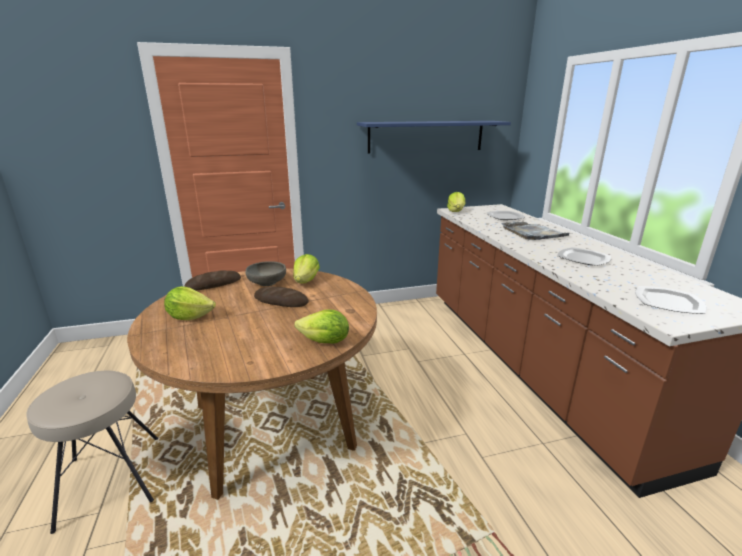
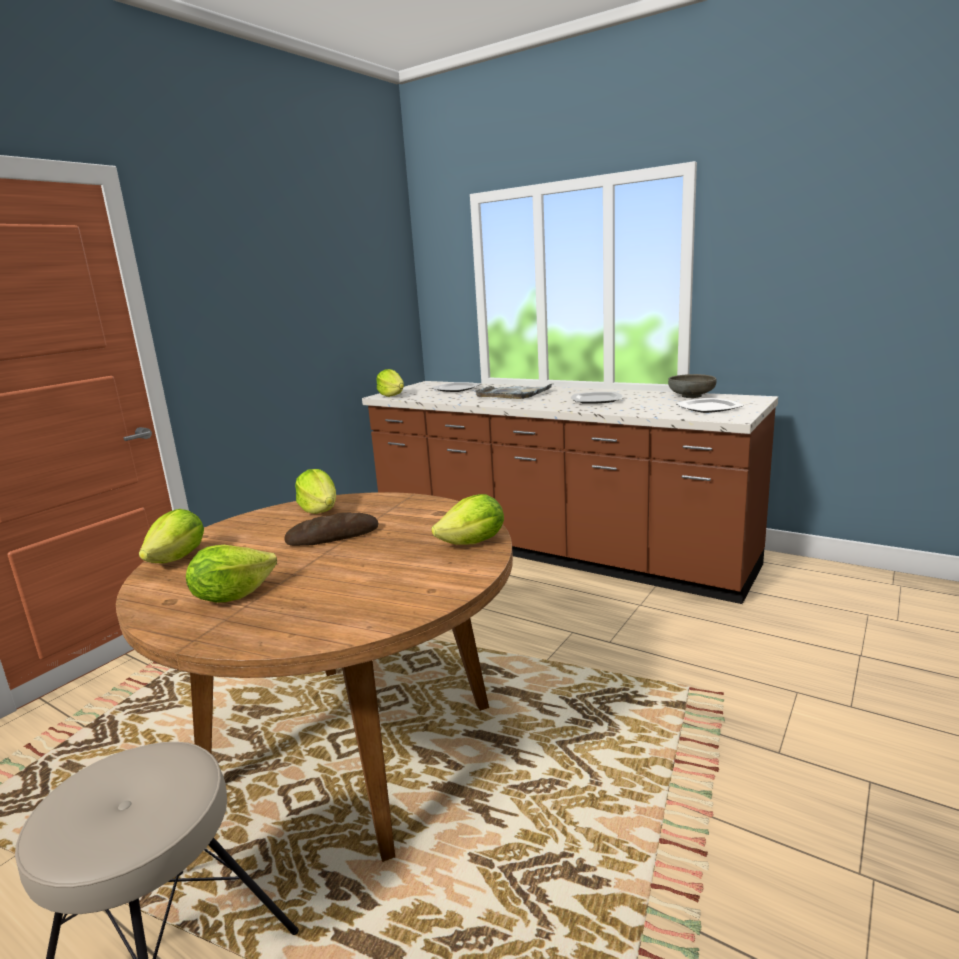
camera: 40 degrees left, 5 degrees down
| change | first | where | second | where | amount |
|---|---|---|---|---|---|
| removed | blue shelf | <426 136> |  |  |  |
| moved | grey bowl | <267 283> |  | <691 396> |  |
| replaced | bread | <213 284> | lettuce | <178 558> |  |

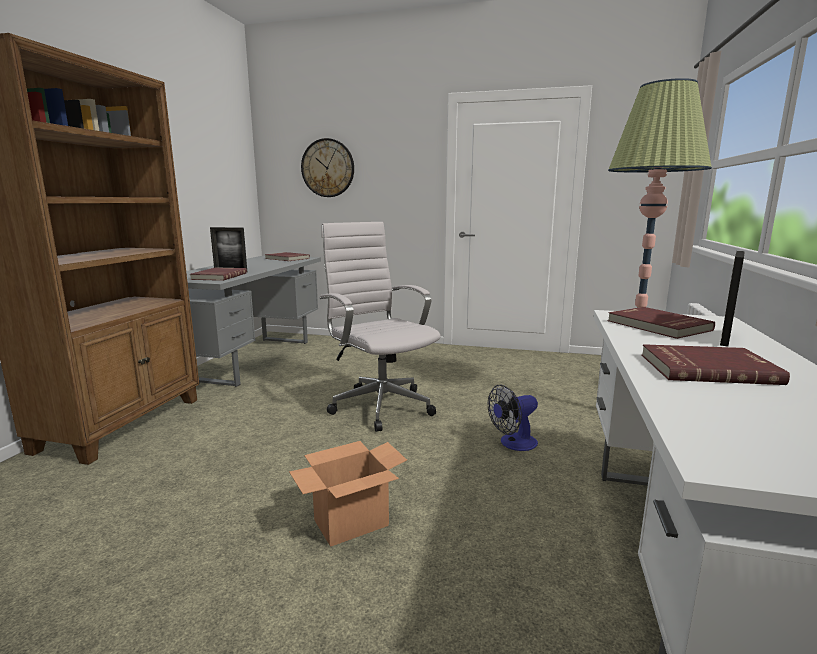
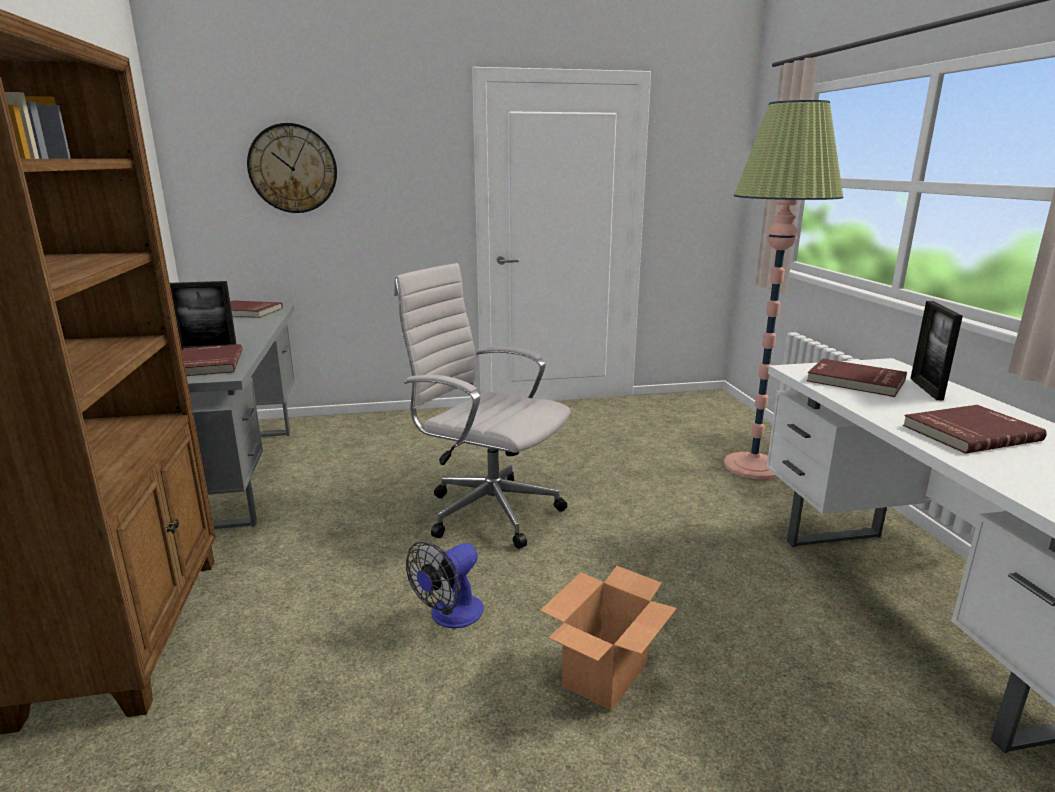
camera: 25 degrees left, 5 degrees up
| change | first | where | second | where | amount |
|---|---|---|---|---|---|
| moved | fan | <513 443> |  | <450 616> |  |

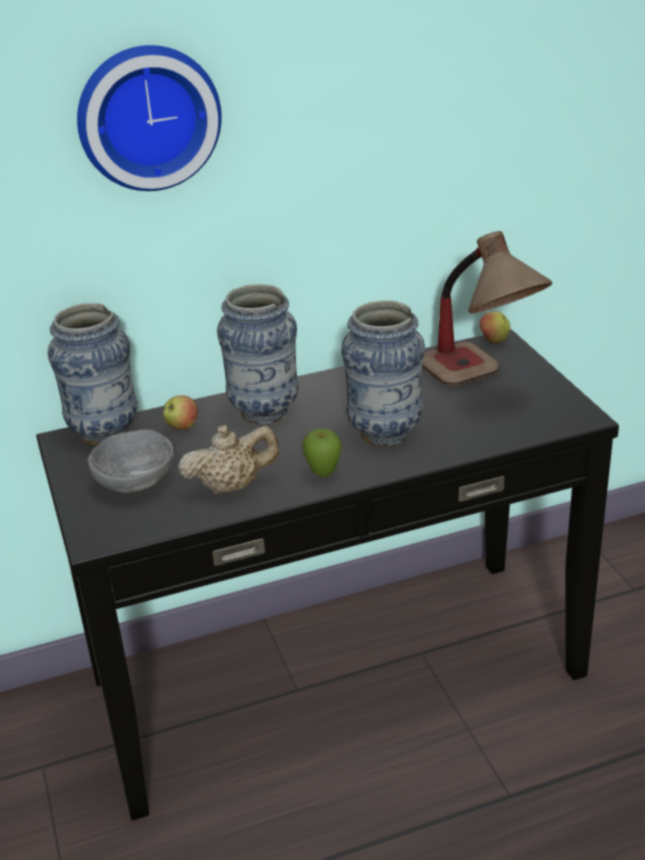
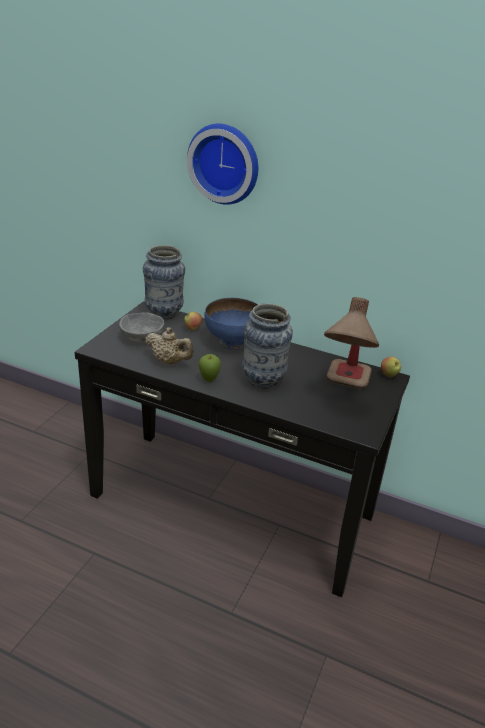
camera: 40 degrees right, 0 degrees up
| change | first | where | second | where | amount |
|---|---|---|---|---|---|
| replaced | vase | <264 412> | blue bowl | <232 342> |  |

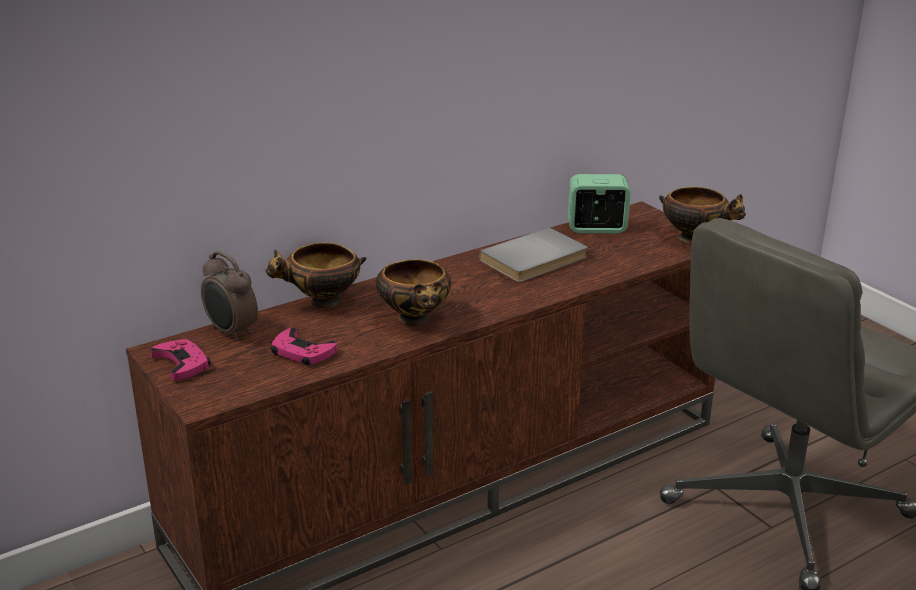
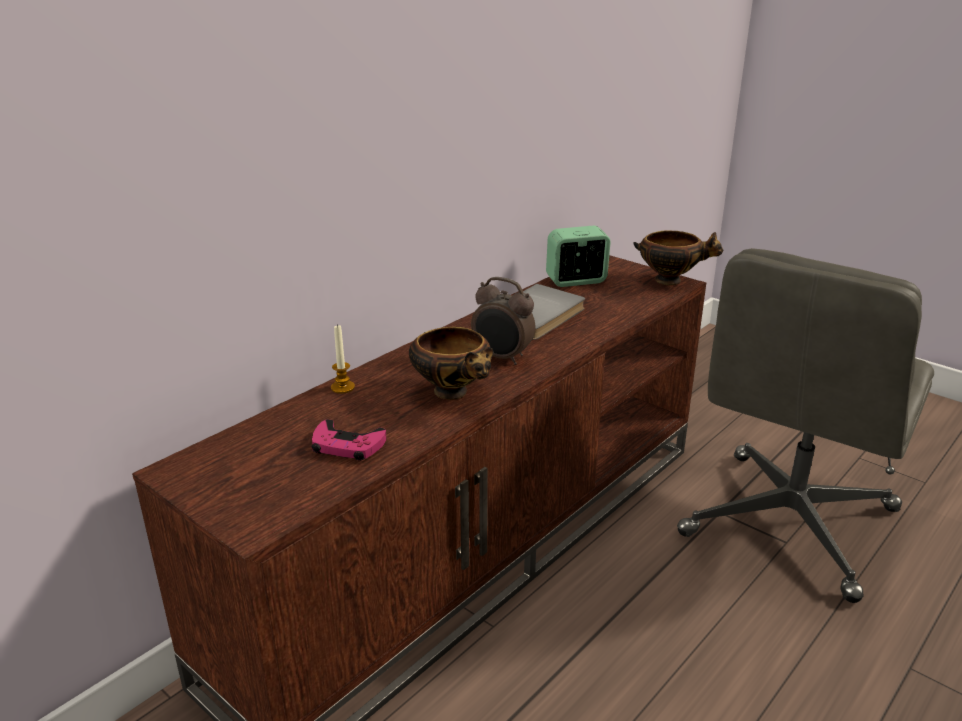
camera: 15 degrees left, 0 degrees up
| change | first | where | second | where | amount |
|---|---|---|---|---|---|
| removed | pink game controller | <182 364> |  |  |  |
| moved | alarm clock | <231 332> |  | <502 358> |  |
| replaced | bowl | <322 303> | candle | <343 387> |  |

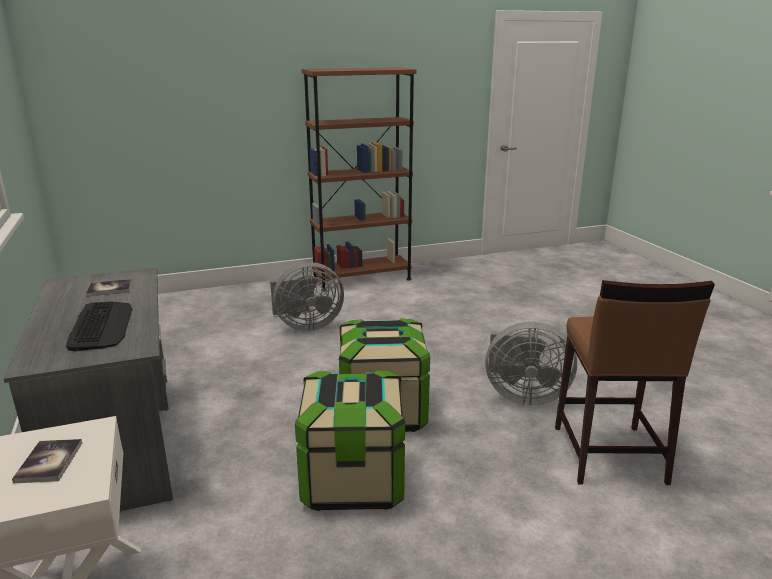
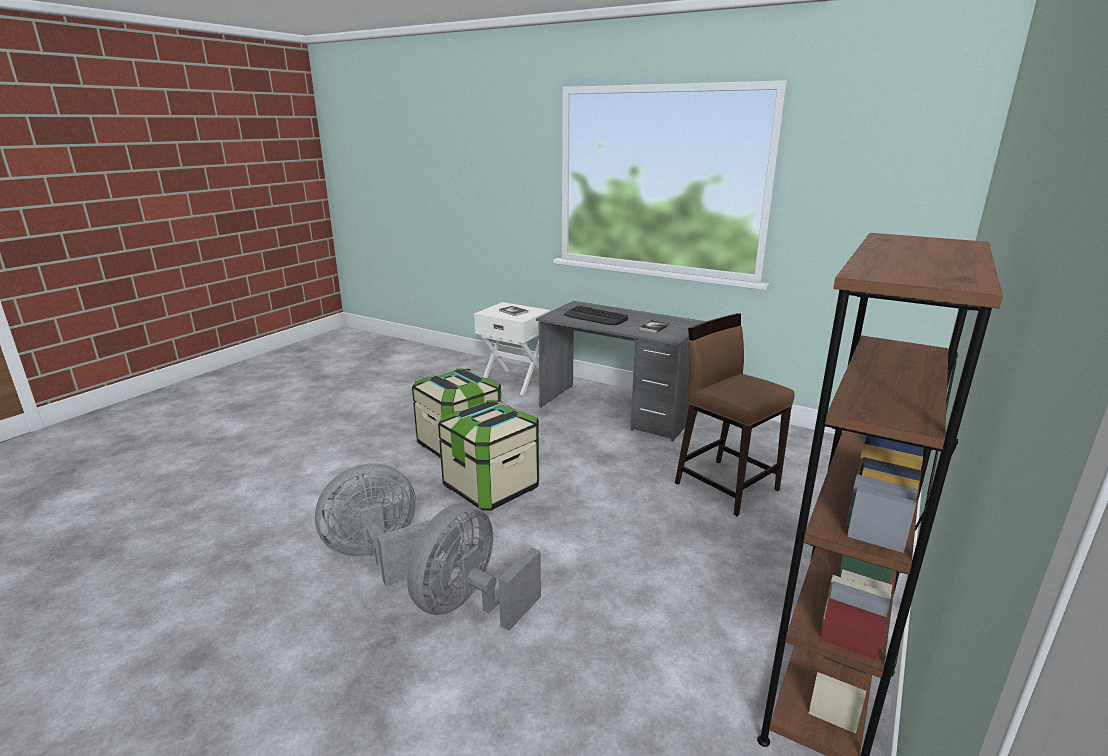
camera: 140 degrees right, 0 degrees up
| change | first | where | second | where | amount |
|---|---|---|---|---|---|
| moved | grey fan | <306 325> |  | <469 605> |  |
| moved | brown stool | <607 455> |  | <726 485> |  |

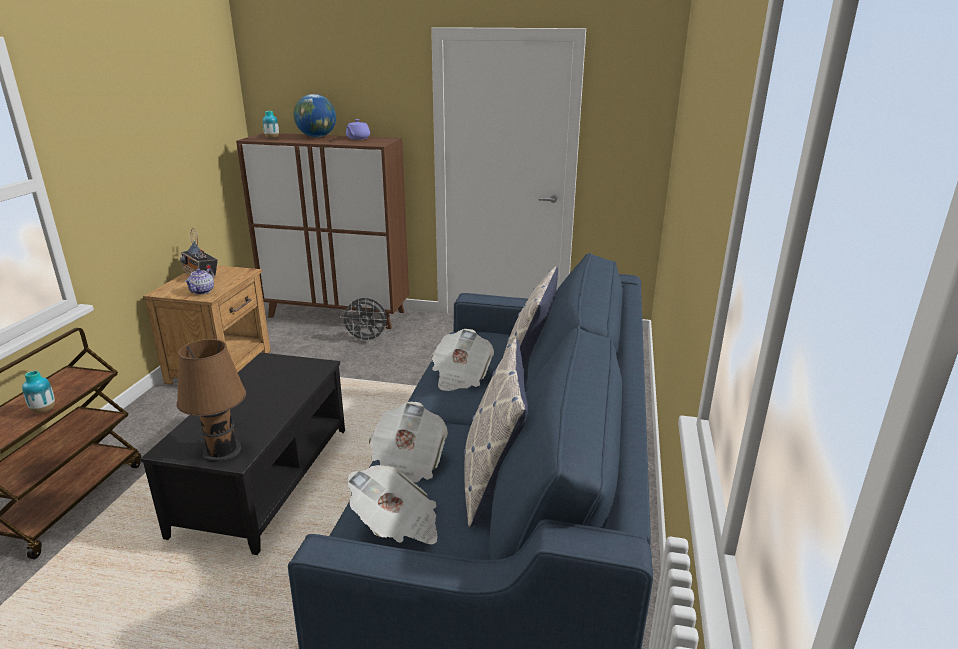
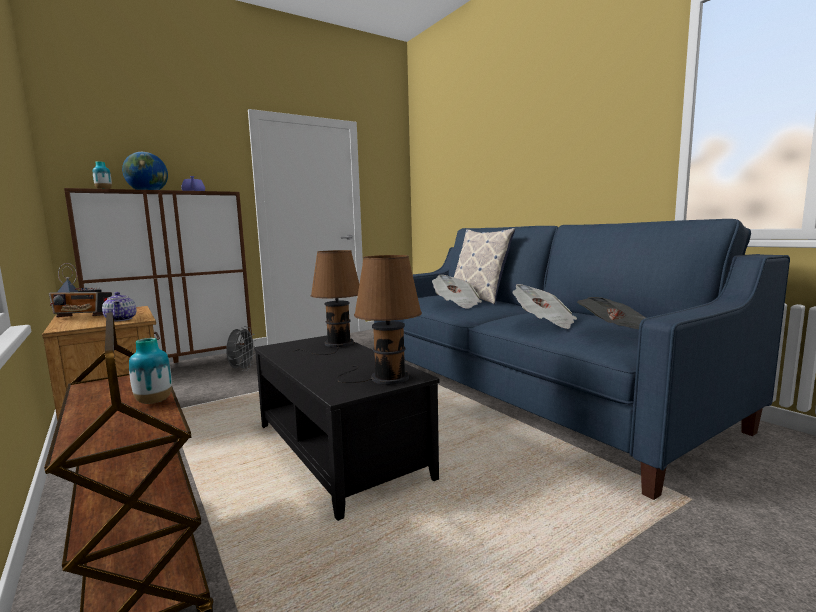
camera: 45 degrees left, 15 degrees down
| change | first | where | second | where | amount |
|---|---|---|---|---|---|
| removed | pillow | <492 481> |  |  |  |
| added |  |  | brown table lamp | <336 344> |  |
| turned | grey fan | <367 340> |  | <242 370> | 45 degrees counterclockwise |

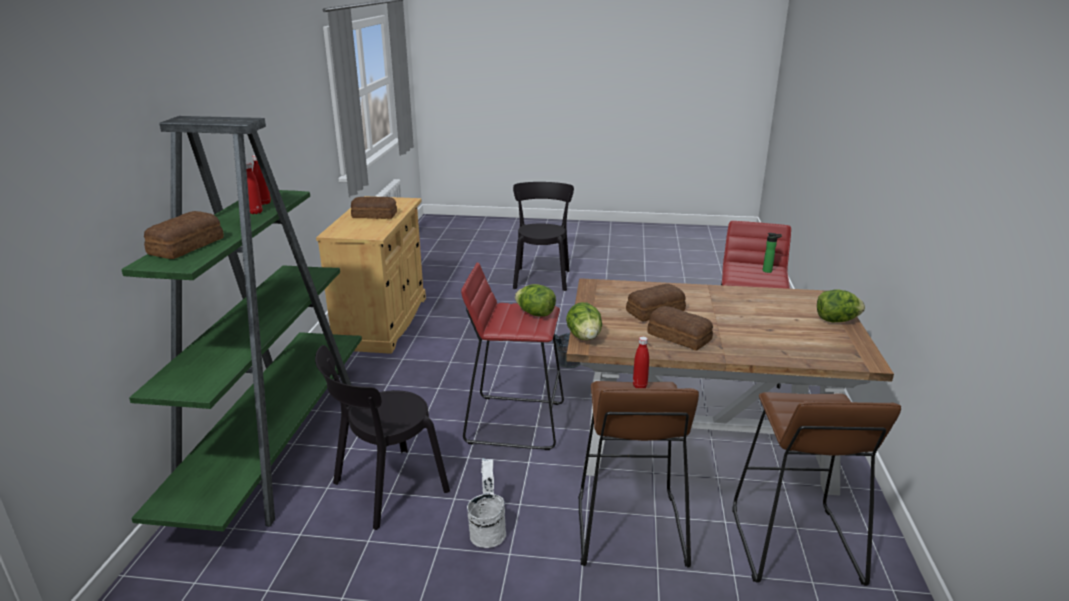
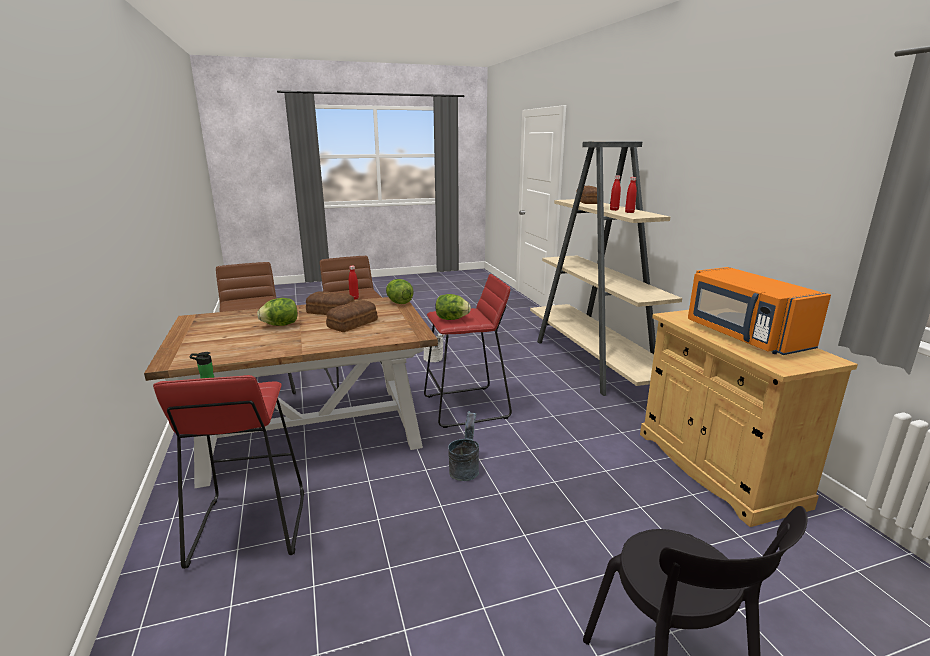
camera: 155 degrees right, 5 degrees down
| change | first | where | second | where | amount |
|---|---|---|---|---|---|
| removed | black chair | <385 489> |  |  |  |
| moved | lettuce | <836 320> |  | <280 325> |  |
| replaced | bread | <374 215> | orange microwave | <743 336> |  |
| recoloured | green bookcase | <275 446> | beige bookcase | <594 363> |  |

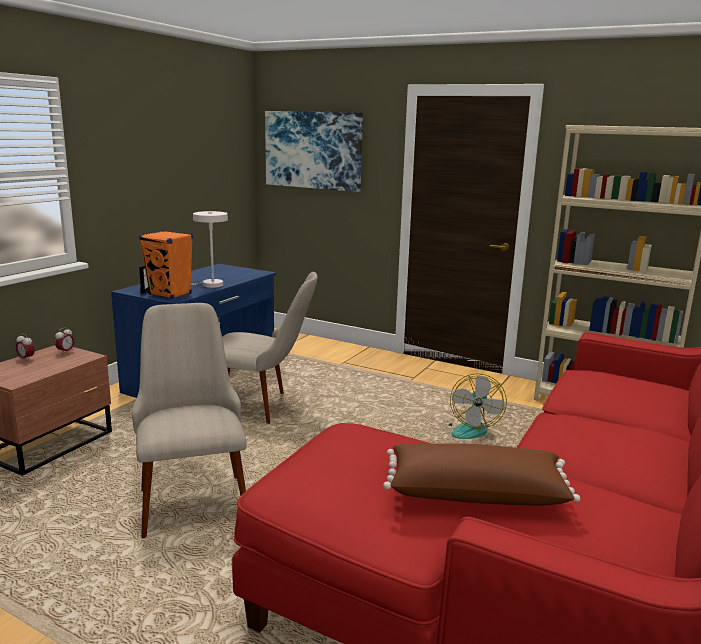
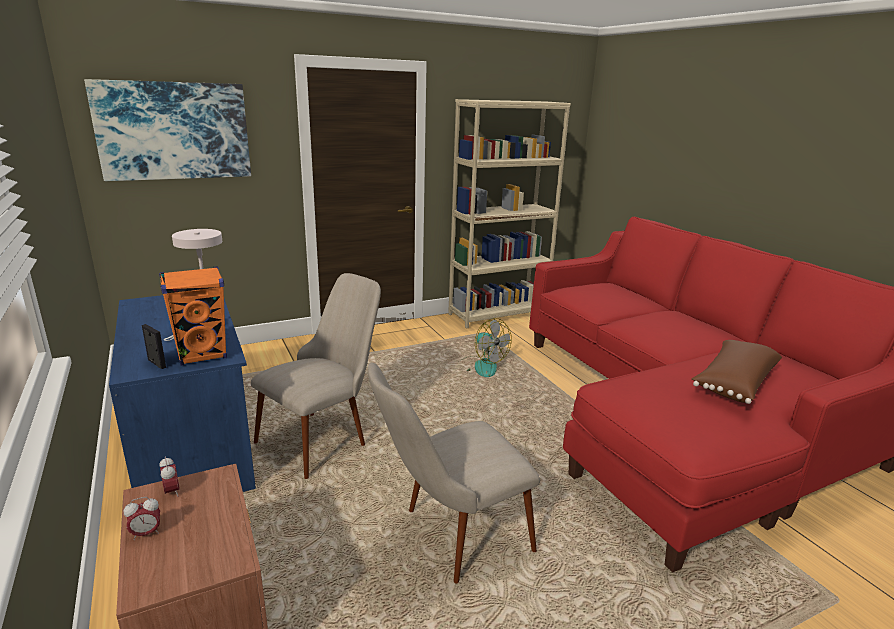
camera: 55 degrees left, 5 degrees up
| change | first | where | second | where | amount |
|---|---|---|---|---|---|
| turned | beige chair | <192 494> |  | <449 538> | 45 degrees counterclockwise |

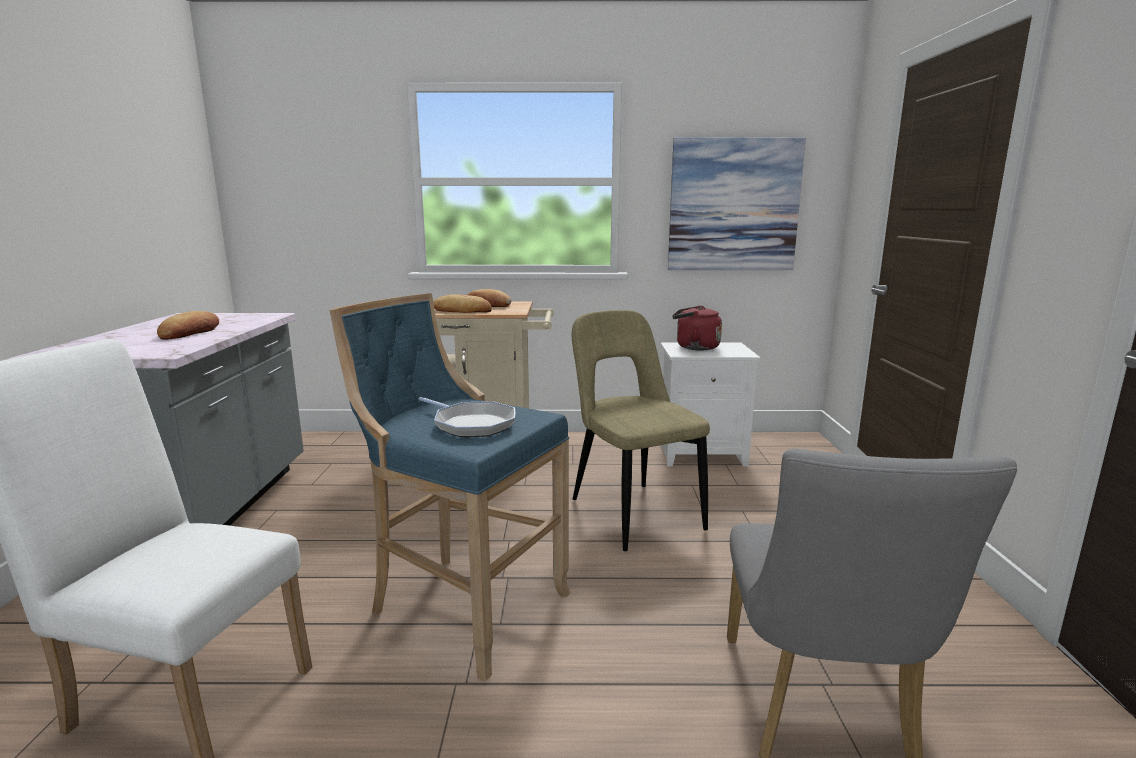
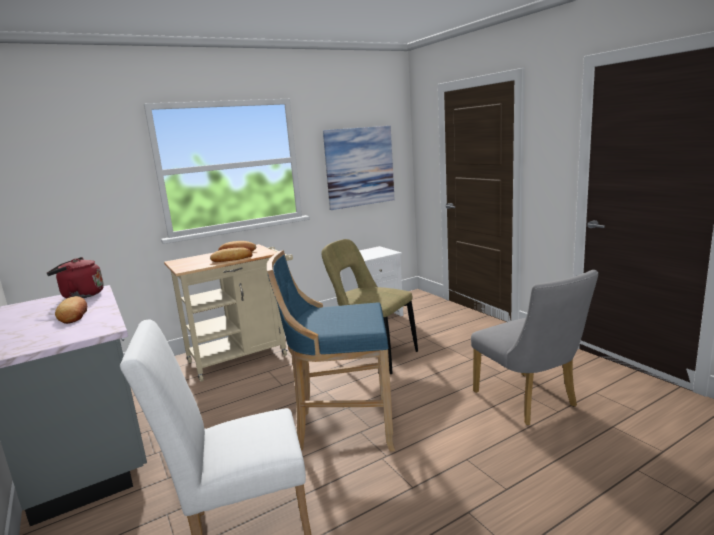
camera: 30 degrees left, 0 degrees up
| change | first | where | second | where | amount |
|---|---|---|---|---|---|
| removed | frying pan | <471 424> |  |  |  |
| moved | red kettle | <694 347> |  | <80 296> |  |

